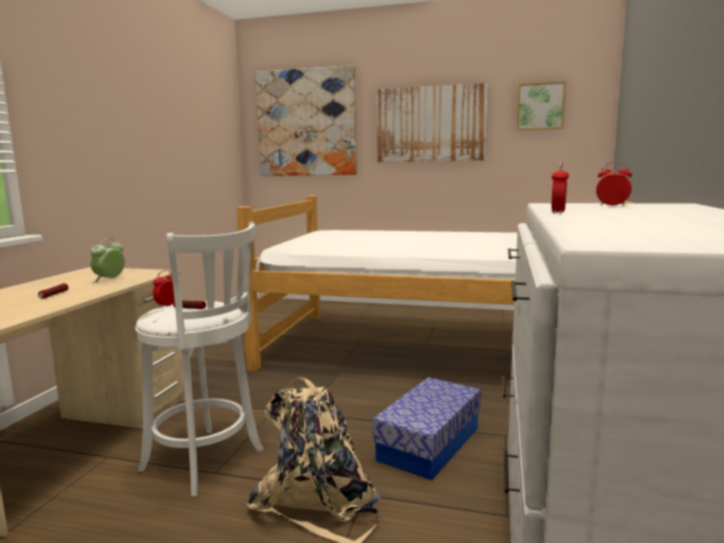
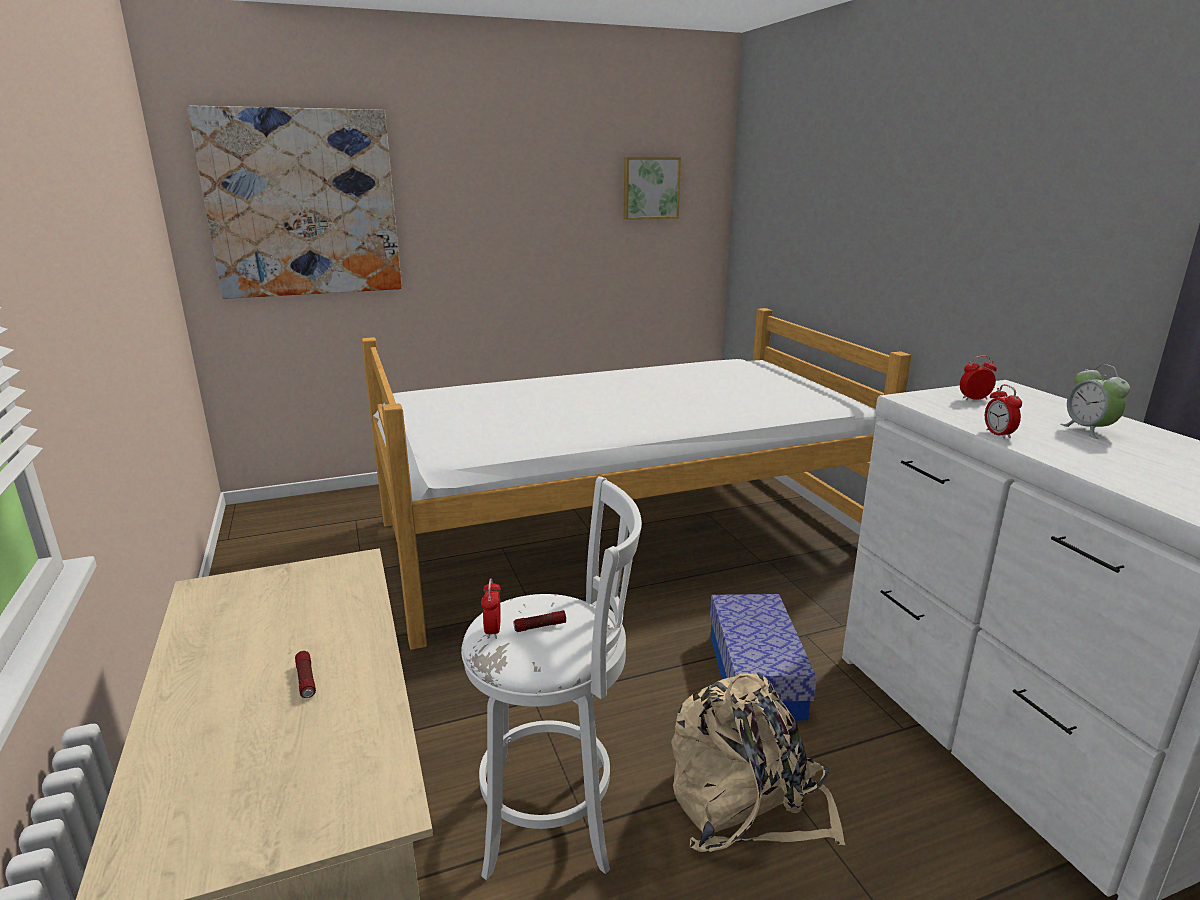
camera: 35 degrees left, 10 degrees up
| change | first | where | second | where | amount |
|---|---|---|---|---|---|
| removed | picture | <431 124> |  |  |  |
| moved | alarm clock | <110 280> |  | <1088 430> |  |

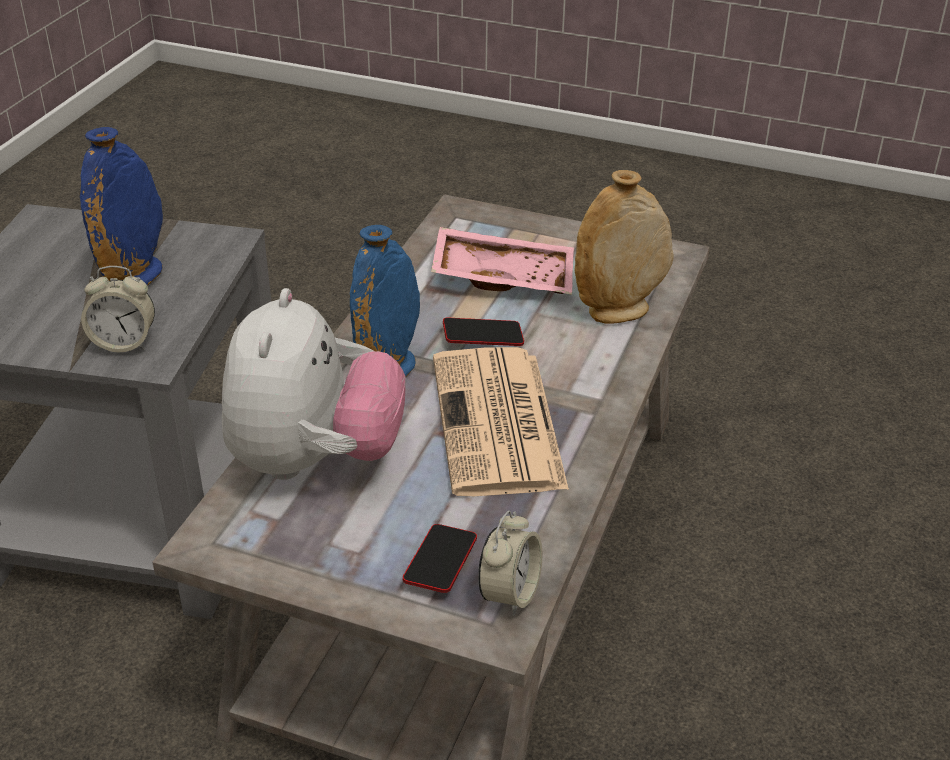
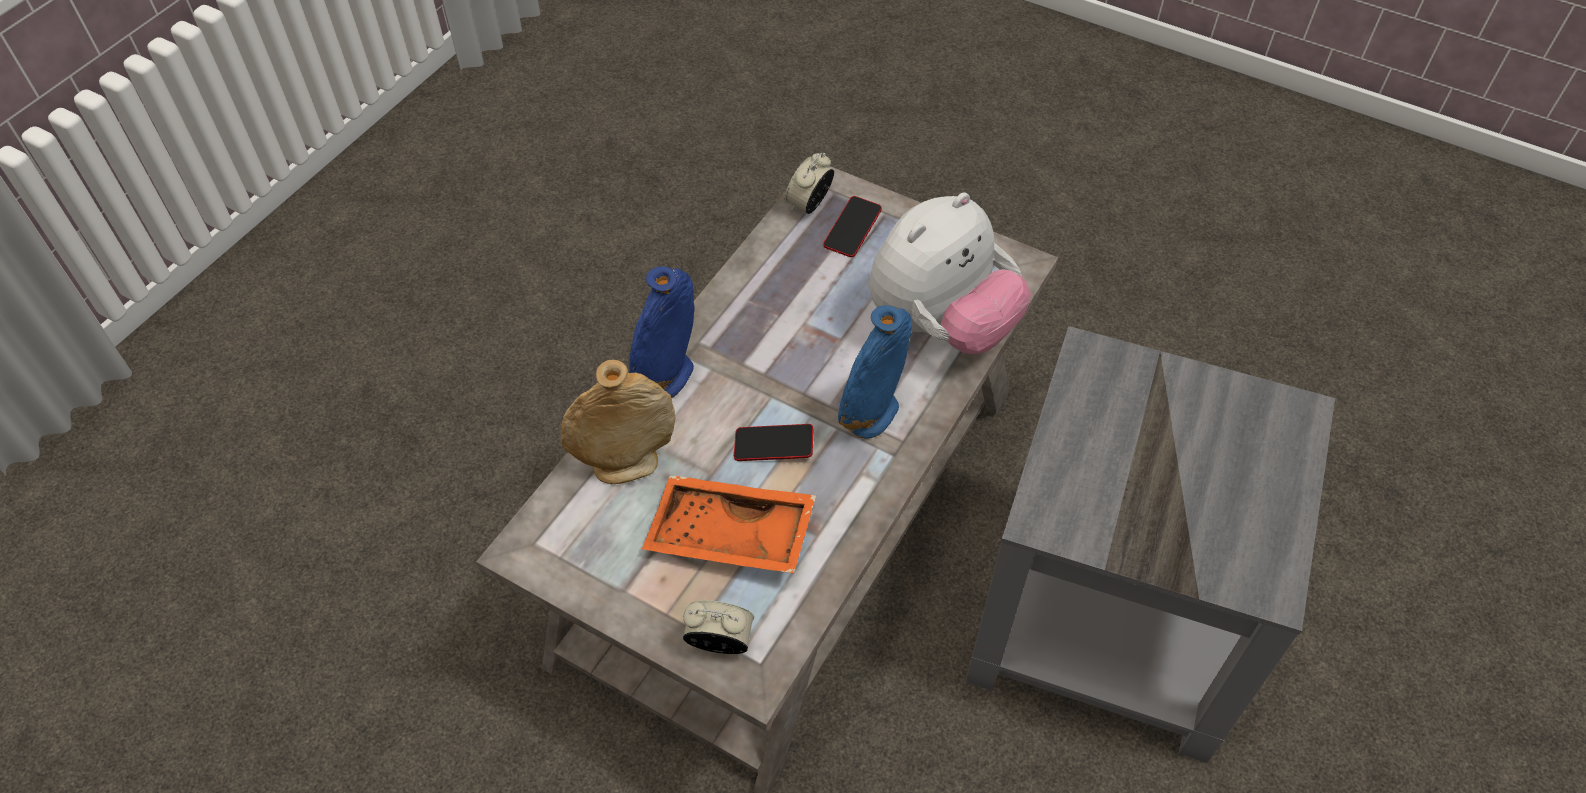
camera: 170 degrees left, 15 degrees up
| change | first | where | second | where | amount |
|---|---|---|---|---|---|
| removed | newspaper | <499 424> |  |  |  |
| moved | blue vase | <135 277> |  | <667 378> |  |
| moved | alarm clock | <124 343> |  | <720 643> |  |
| recoloured | pink tray | <503 276> | orange tray | <729 537> |  |
| turned | plush toy | <315 459> |  | <941 325> | 150 degrees counterclockwise |

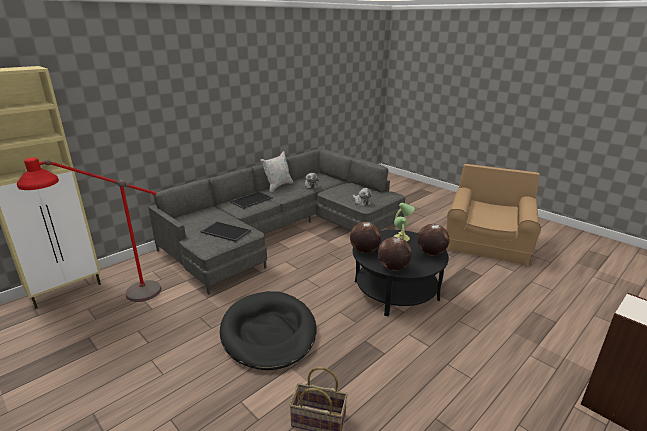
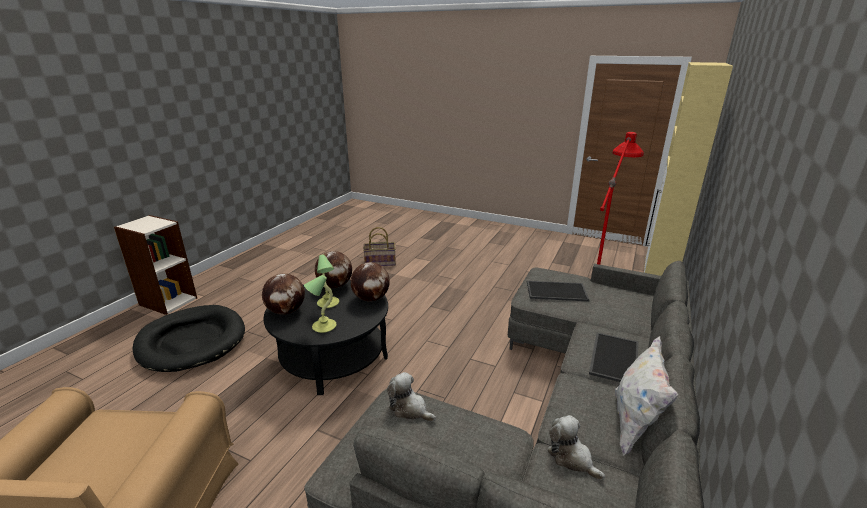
camera: 160 degrees right, 0 degrees up
| change | first | where | second | where | amount |
|---|---|---|---|---|---|
| moved | black dog bed | <269 333> |  | <192 341> |  |

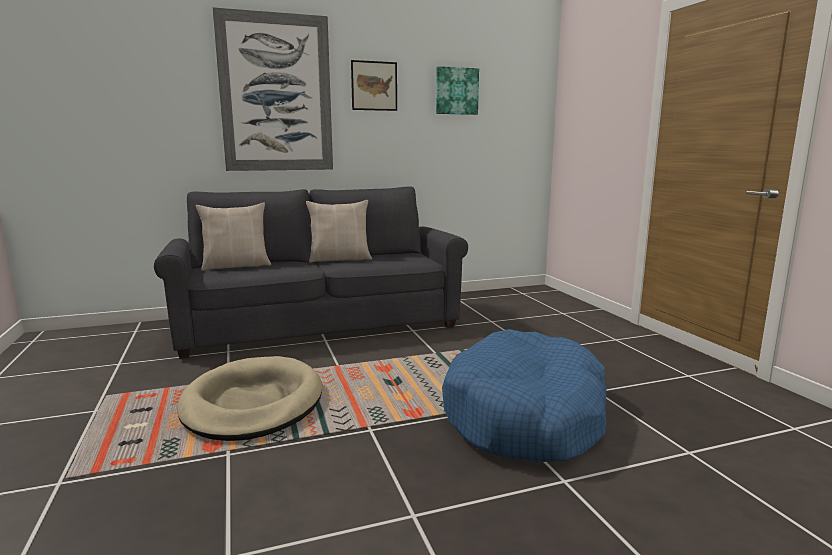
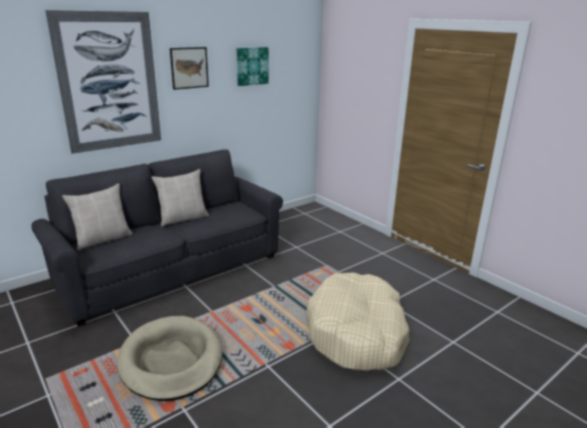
camera: 20 degrees left, 10 degrees up
| change | first | where | second | where | amount |
|---|---|---|---|---|---|
| recoloured | blue dog bed | <525 416> | beige dog bed | <357 333> |  |

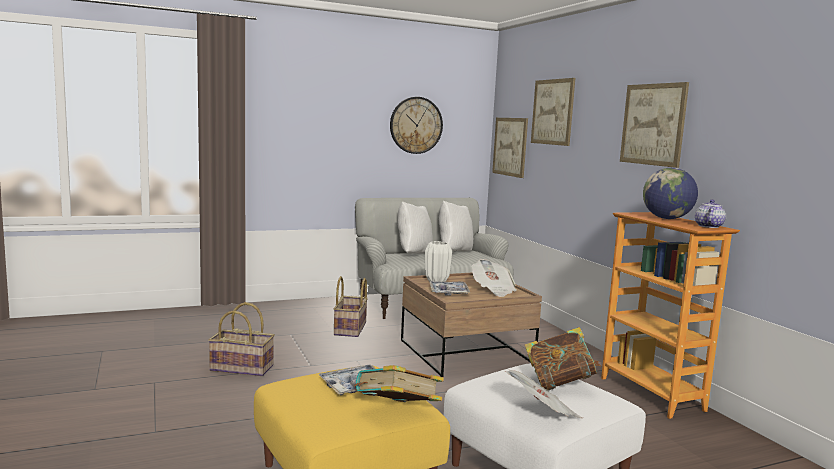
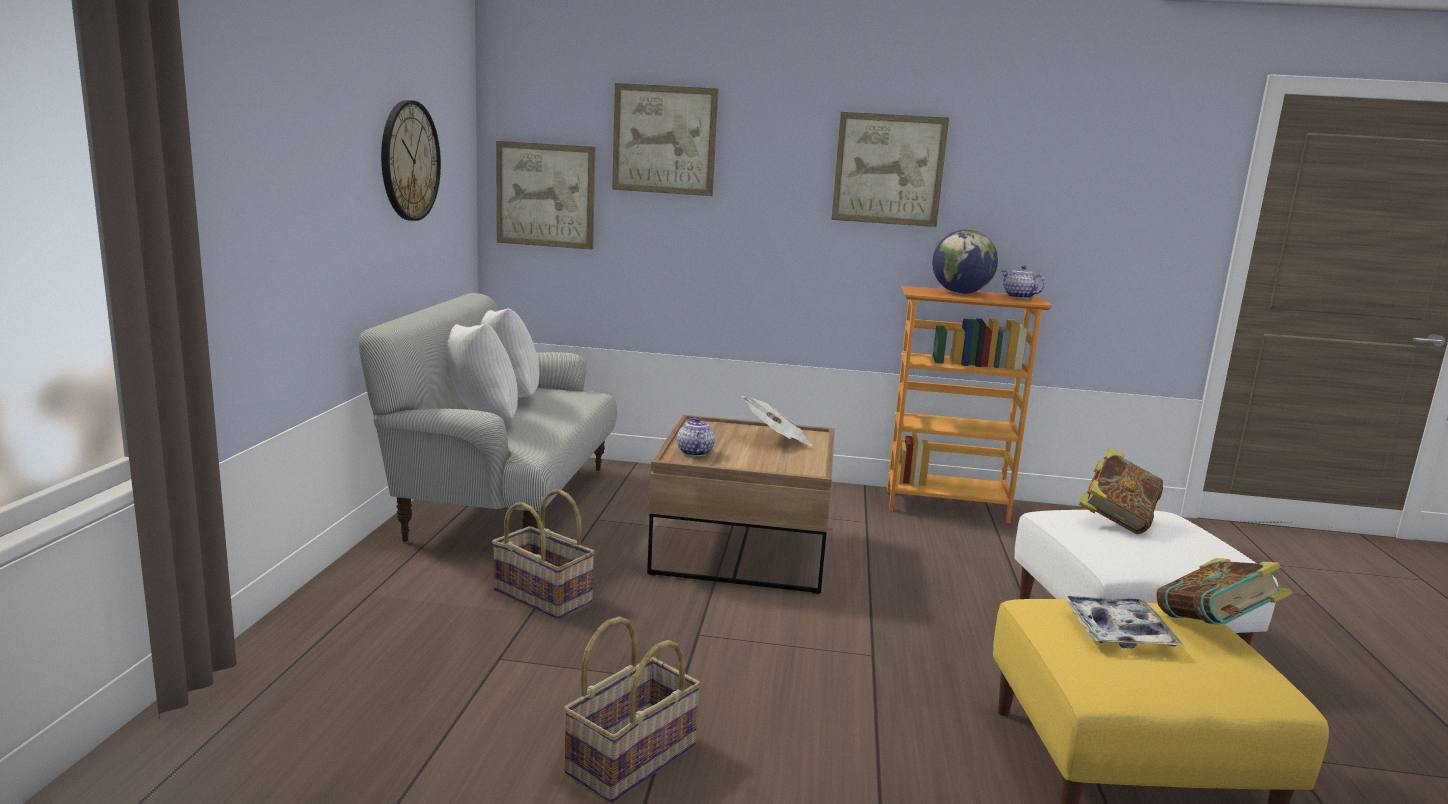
camera: 60 degrees left, 5 degrees up
| change | first | where | second | where | amount |
|---|---|---|---|---|---|
| removed | tray | <448 292> |  |  |  |
| removed | newspaper | <542 414> |  |  |  |
| replaced | white vase | <437 281> | teapot | <694 452> |  |

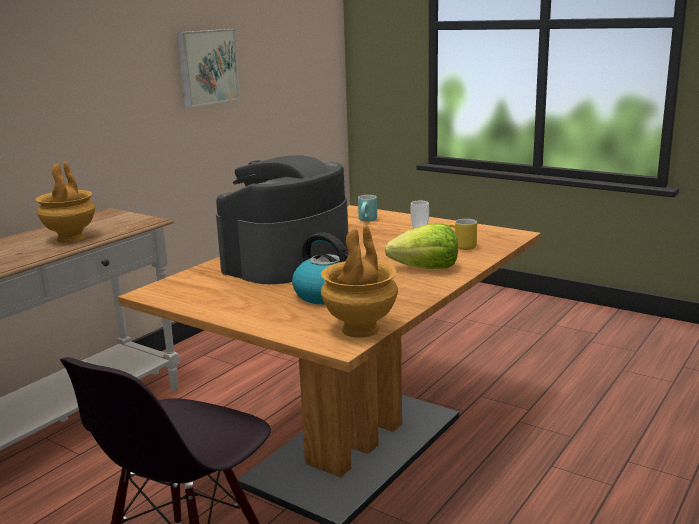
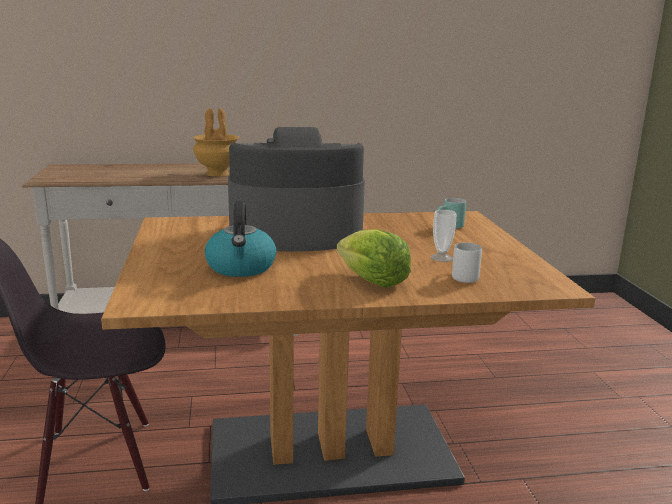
camera: 45 degrees right, 0 degrees up
| change | first | where | second | where | amount |
|---|---|---|---|---|---|
| removed | picture | <206 67> |  |  |  |
| removed | brown vase | <360 330> |  |  |  |
| recoloured | yellow mug | <460 247> | white mug | <461 277> |  |

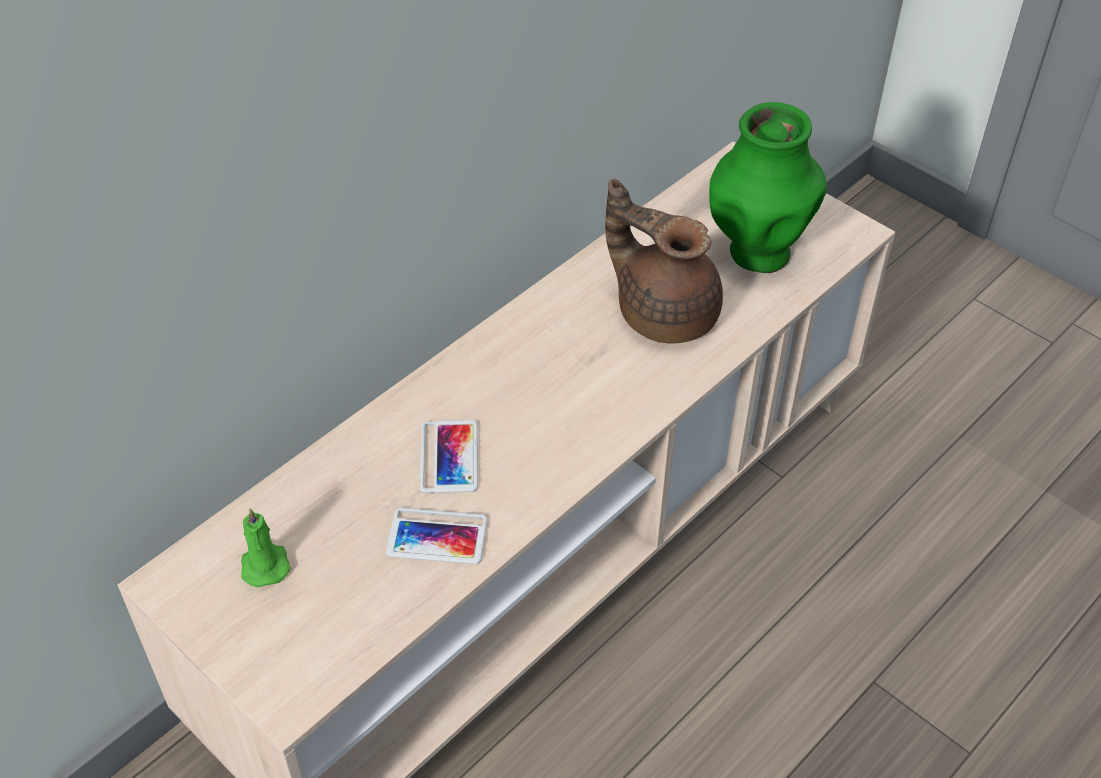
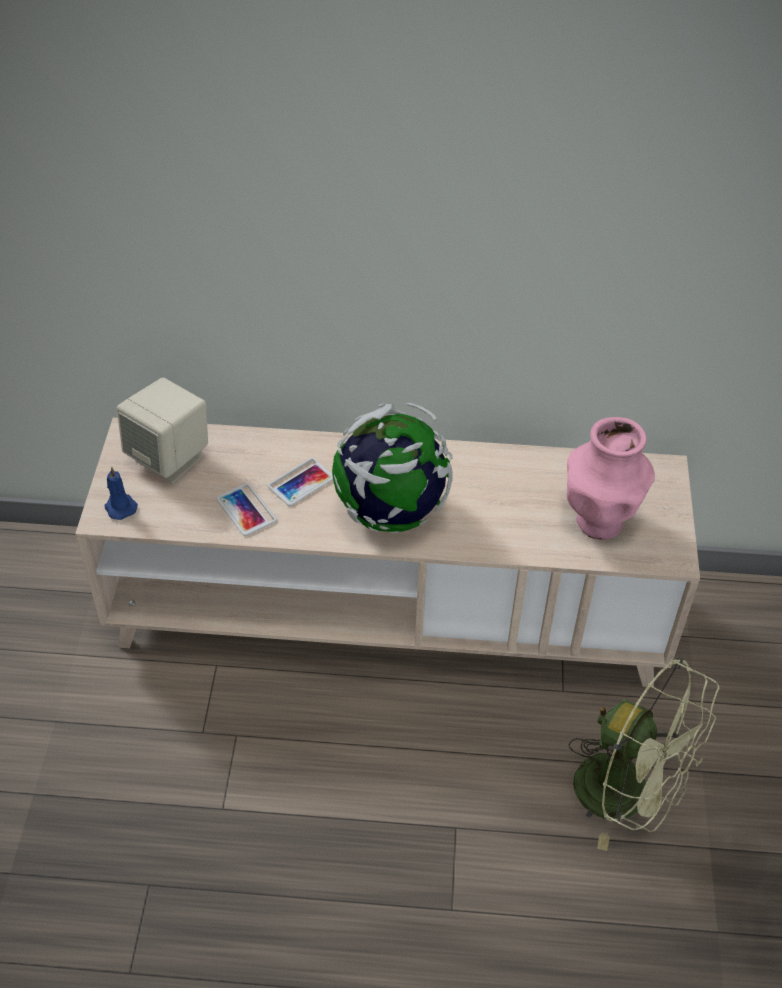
camera: 50 degrees right, 0 degrees up
| change | first | where | second | where | amount |
|---|---|---|---|---|---|
| removed | brown teapot | <664 311> |  |  |  |
| added |  |  | blue candle | <120 507> |  |
| added |  |  | globe | <390 513> |  |
| added |  |  | green fan | <627 795> |  |
| replaced | green candle | <265 563> | beige speaker | <170 458> |  |
| recoloured | green vase | <757 252> | pink vase | <599 521> |  |

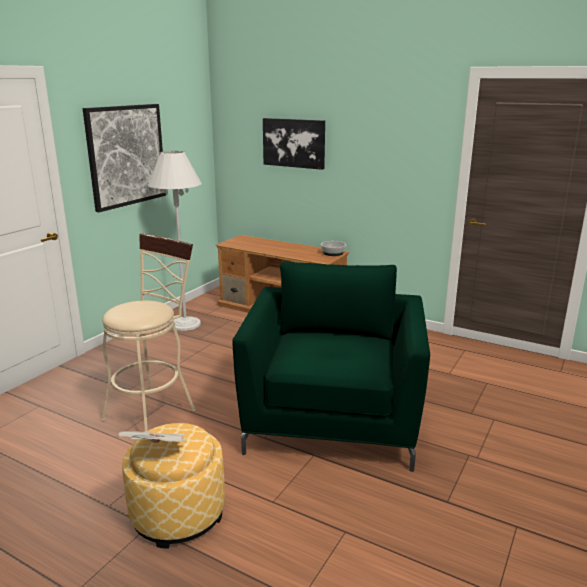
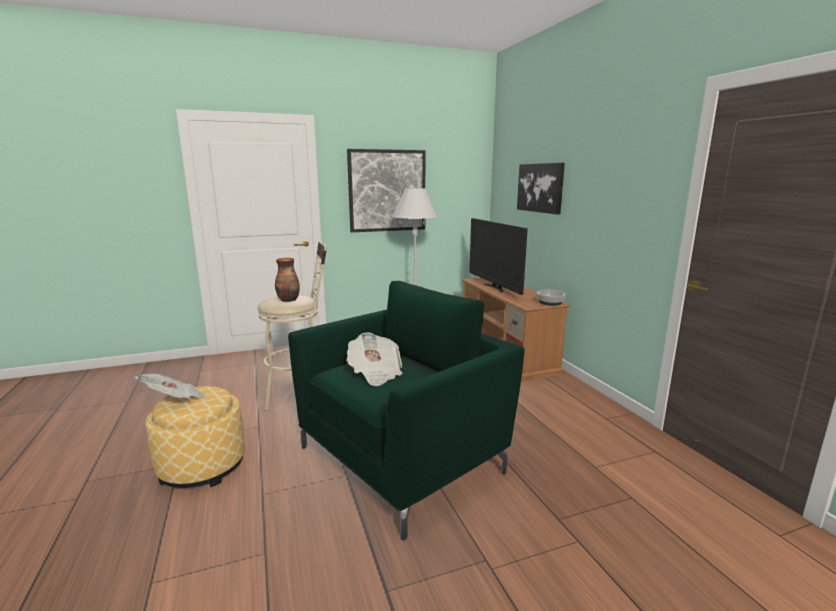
camera: 40 degrees right, 5 degrees down
| change | first | where | second | where | amount |
|---|---|---|---|---|---|
| added |  |  | vase | <289 300> |  |
| added |  |  | newspaper | <375 373> |  |
| added |  |  | television | <495 288> |  |

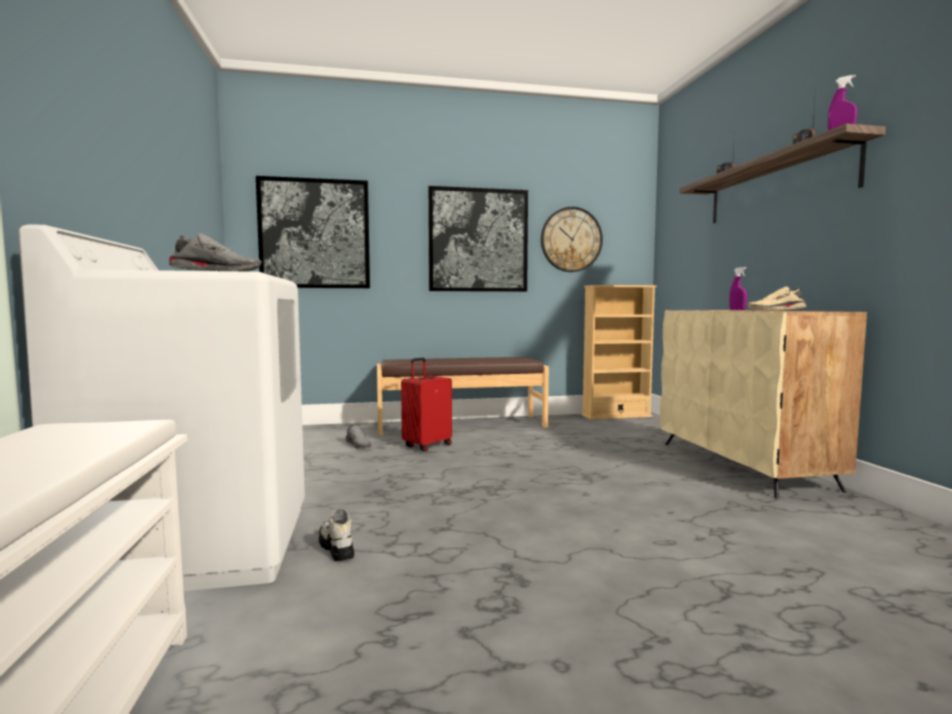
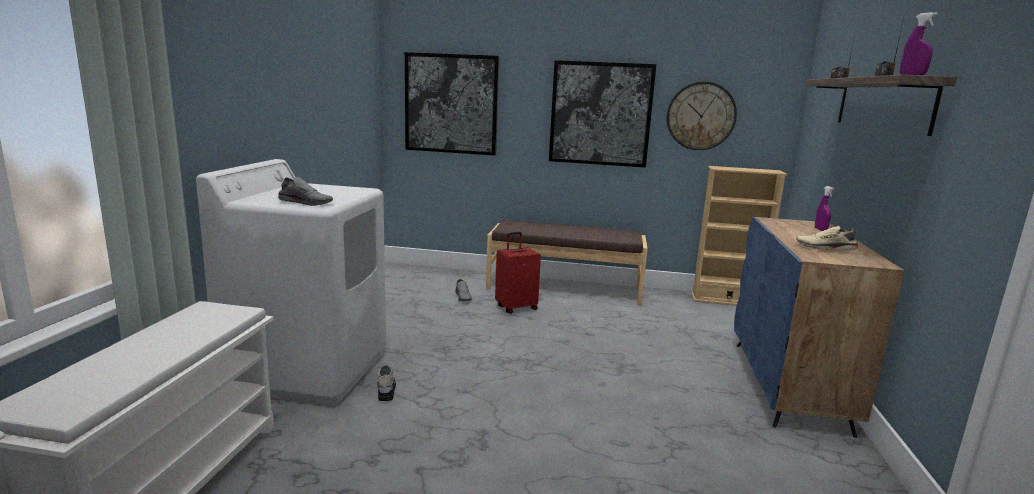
camera: 20 degrees right, 10 degrees up
| change | first | where | second | where | amount |
|---|---|---|---|---|---|
| recoloured | beige cabinet | <743 465> | blue cabinet | <788 385> |  |

